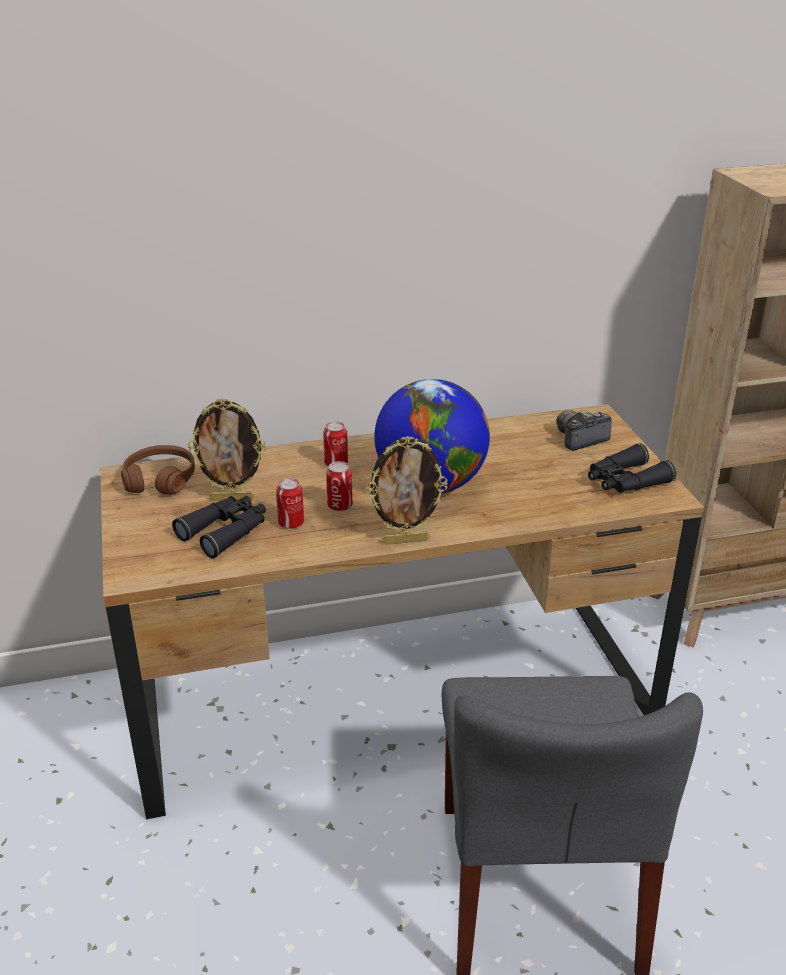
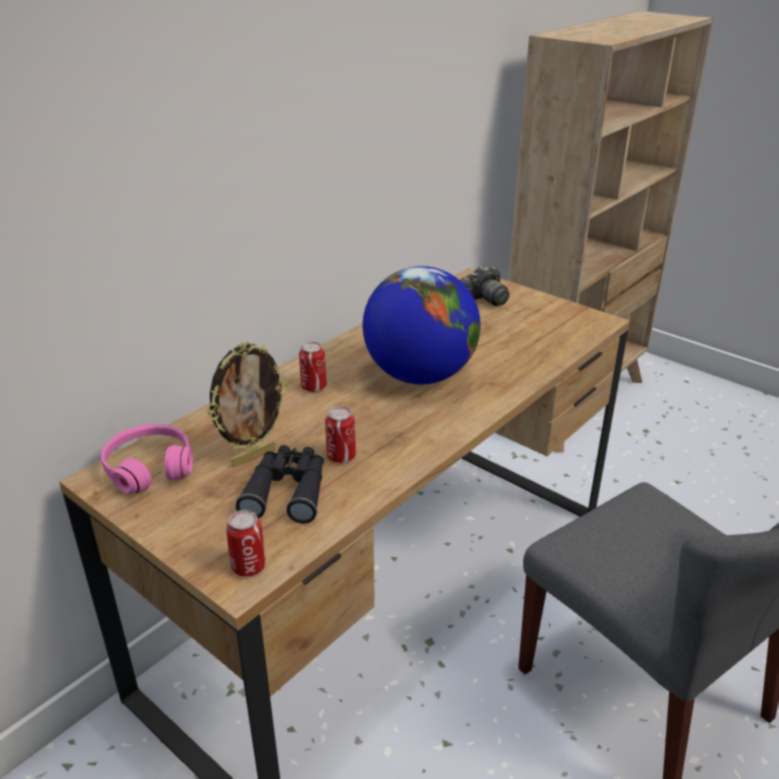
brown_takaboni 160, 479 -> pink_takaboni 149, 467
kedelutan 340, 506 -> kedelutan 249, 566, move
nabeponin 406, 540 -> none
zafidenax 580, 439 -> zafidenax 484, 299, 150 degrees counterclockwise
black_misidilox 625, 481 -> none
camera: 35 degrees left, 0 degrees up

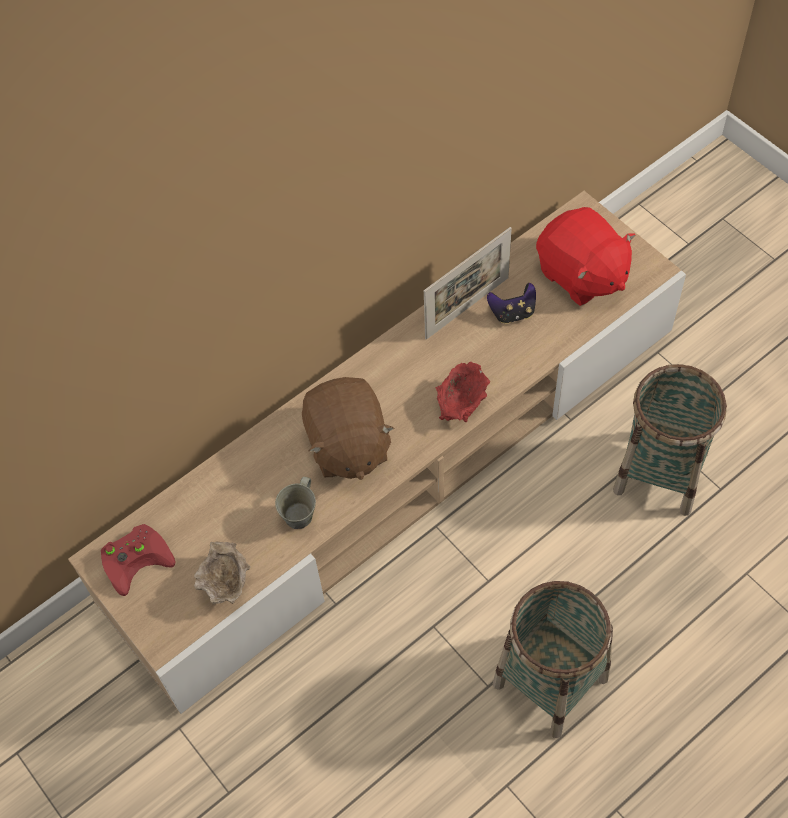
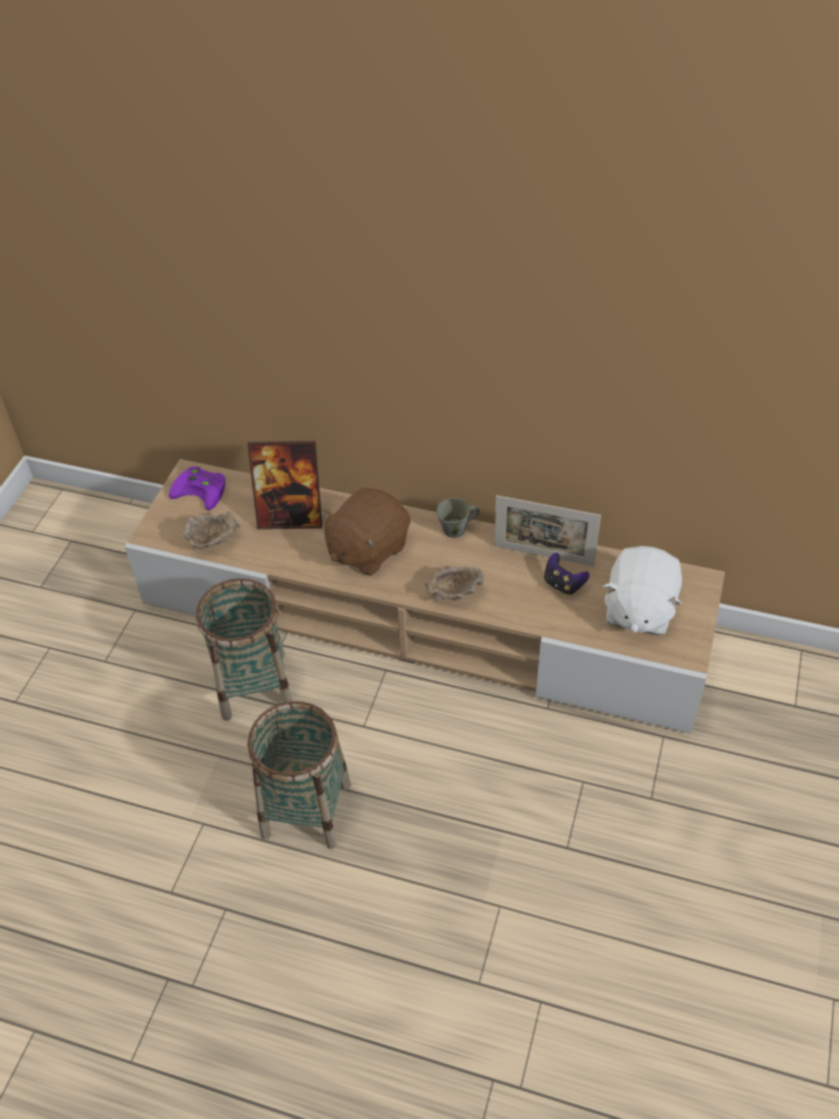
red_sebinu 137, 557 -> purple_sebinu 202, 489
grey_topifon 300, 515 -> grey_topifon 456, 529, move
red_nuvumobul 461, 403 -> beige_nuvumobul 454, 594
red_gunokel 581, 275 -> white_gunokel 638, 609
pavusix 660, 472 -> pavusix 254, 685, move
none -> nabeponin 291, 517
camera: 55 degrees right, 10 degrees down

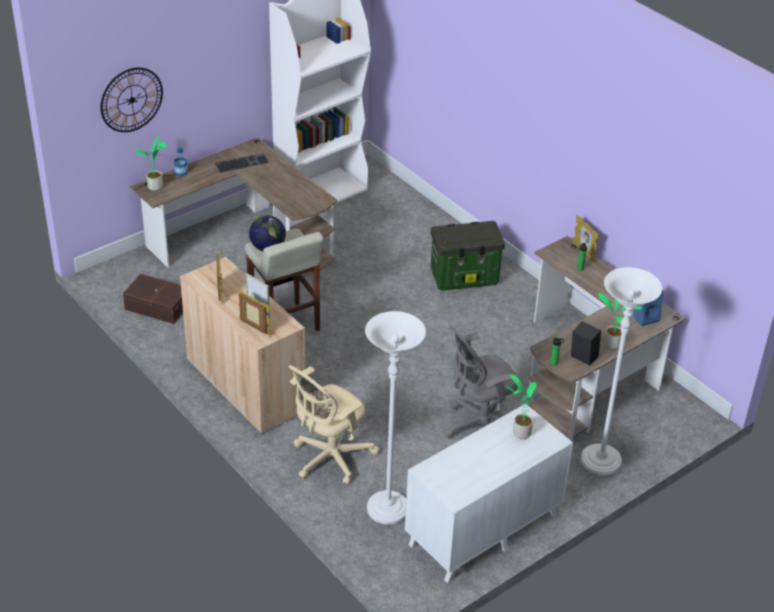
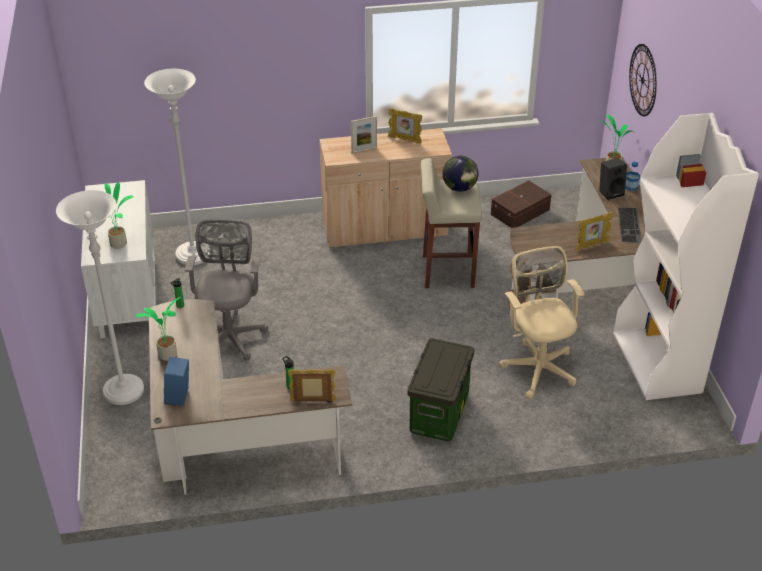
nabeponin 254, 328 -> nabeponin 591, 245, move
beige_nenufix 329, 459 -> beige_nenufix 538, 366, move
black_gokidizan 582, 358 -> black_gokidizan 610, 192, move
camera: 120 degrees right, 0 degrees up

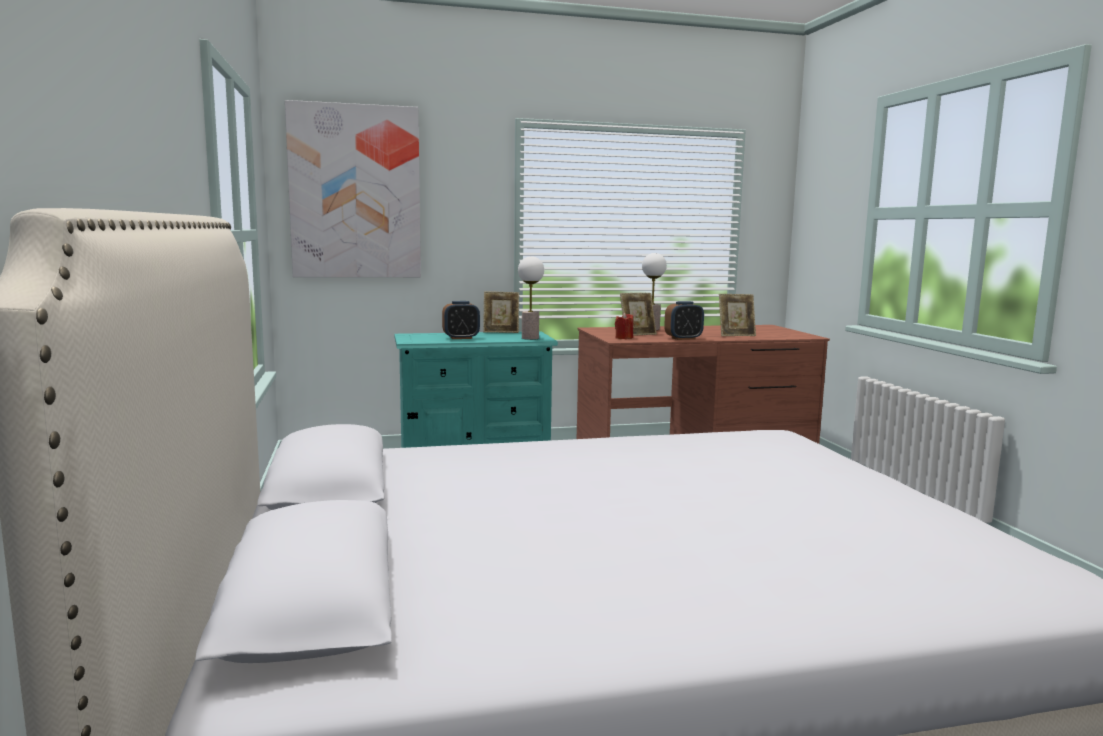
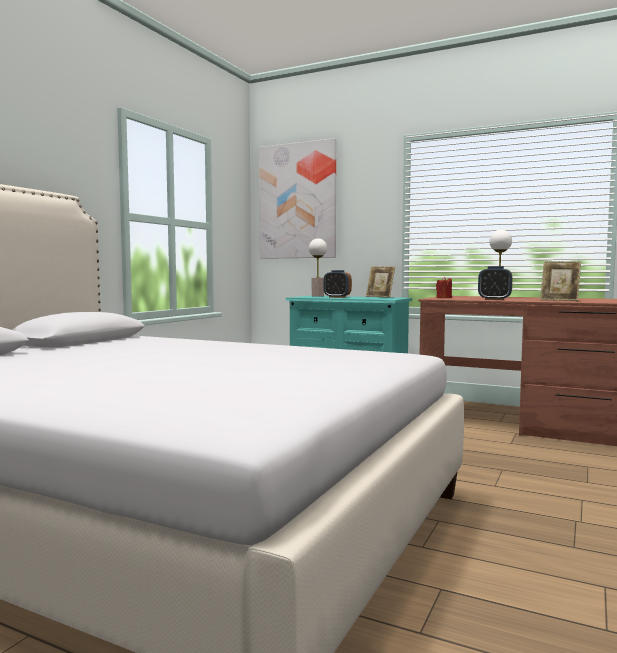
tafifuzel 530, 338 -> tafifuzel 317, 296, move
nabeponin 637, 334 -> none
camera: 40 degrees right, 5 degrees down

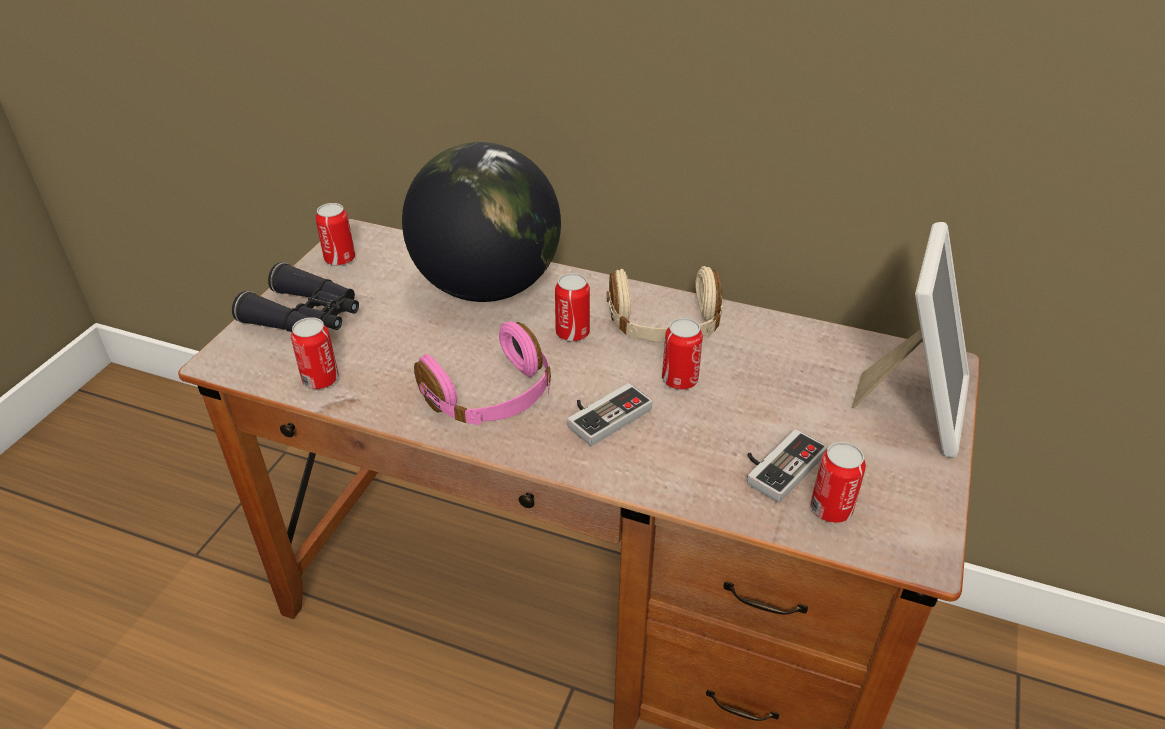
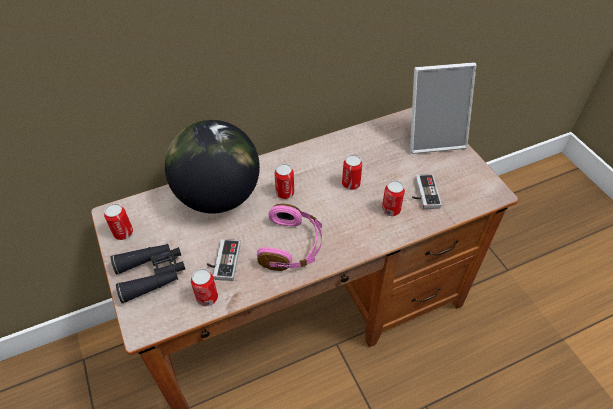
sebinu 604, 414 -> sebinu 223, 261, move
beige_takaboni 665, 326 -> none
kedelutan 831, 509 -> kedelutan 391, 209, move
nabeponin 913, 405 -> nabeponin 433, 137, 105 degrees clockwise
camera: 45 degrees left, 10 degrees up

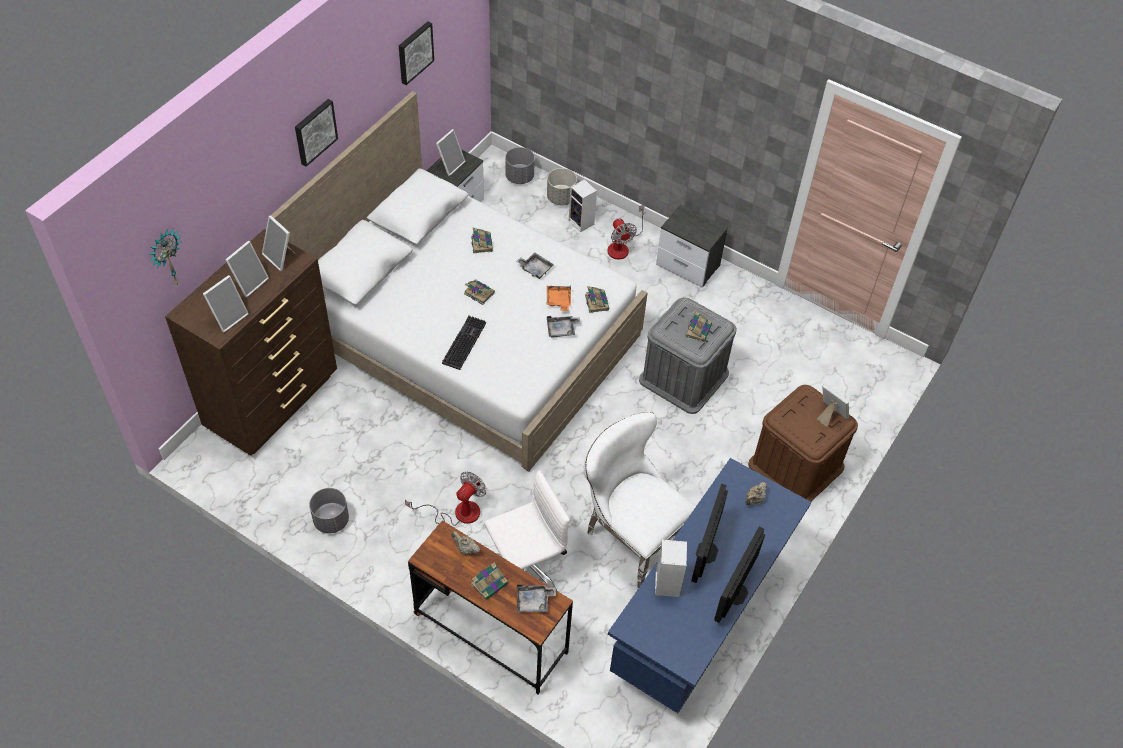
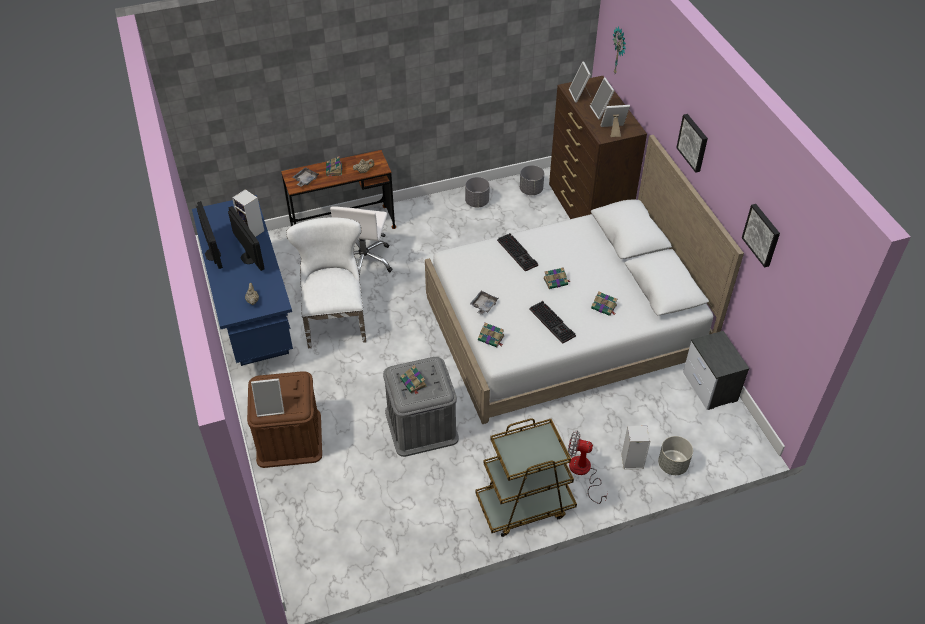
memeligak 457, 512 -> none
nabeponin 450, 165 -> none
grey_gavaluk 520, 177 -> grey_gavaluk 531, 190, move
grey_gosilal 535, 268 -> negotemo 553, 323
orange_gosilal 558, 301 -> none
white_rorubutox 630, 535 -> white_rorubutox 335, 318, 90 degrees counterclockwise
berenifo 688, 266 -> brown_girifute 524, 505
camera: 130 degrees right, 5 degrees down

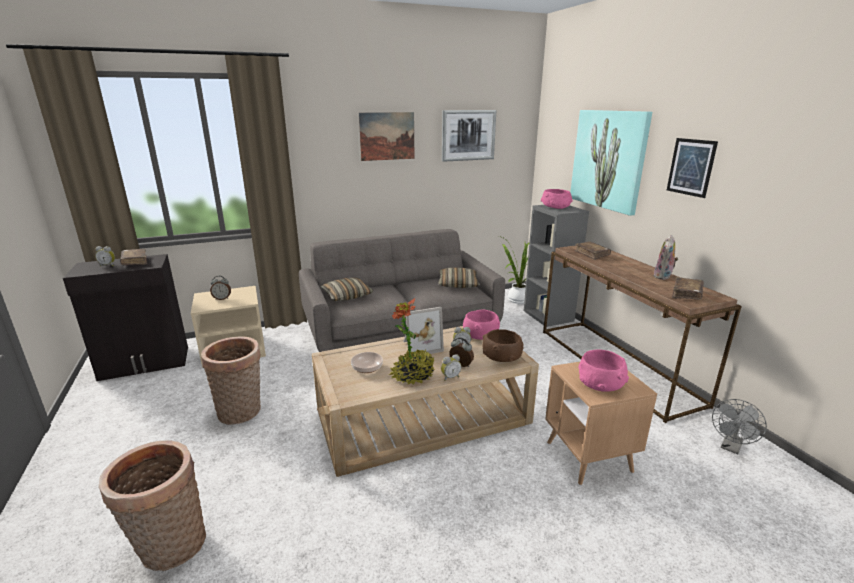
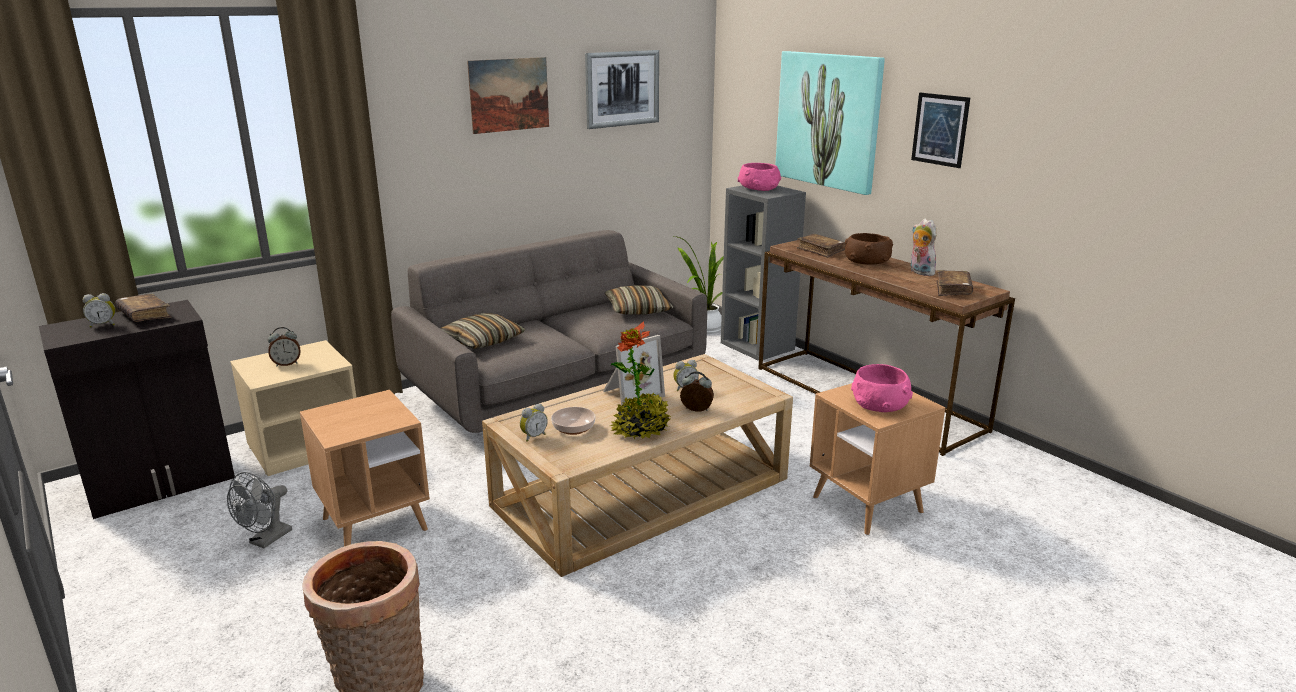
pavusix 242, 412 -> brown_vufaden 375, 524
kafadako 450, 377 -> kafadako 533, 436, move
pink_nuvumobul 481, 335 -> none
brown_nuvumobul 501, 356 -> brown_nuvumobul 866, 262, move
gunokel 663, 277 -> gunokel 919, 272, 135 degrees clockwise
grey_memeligak 731, 447 -> grey_memeligak 266, 540, move
camera: 15 degrees left, 0 degrees up

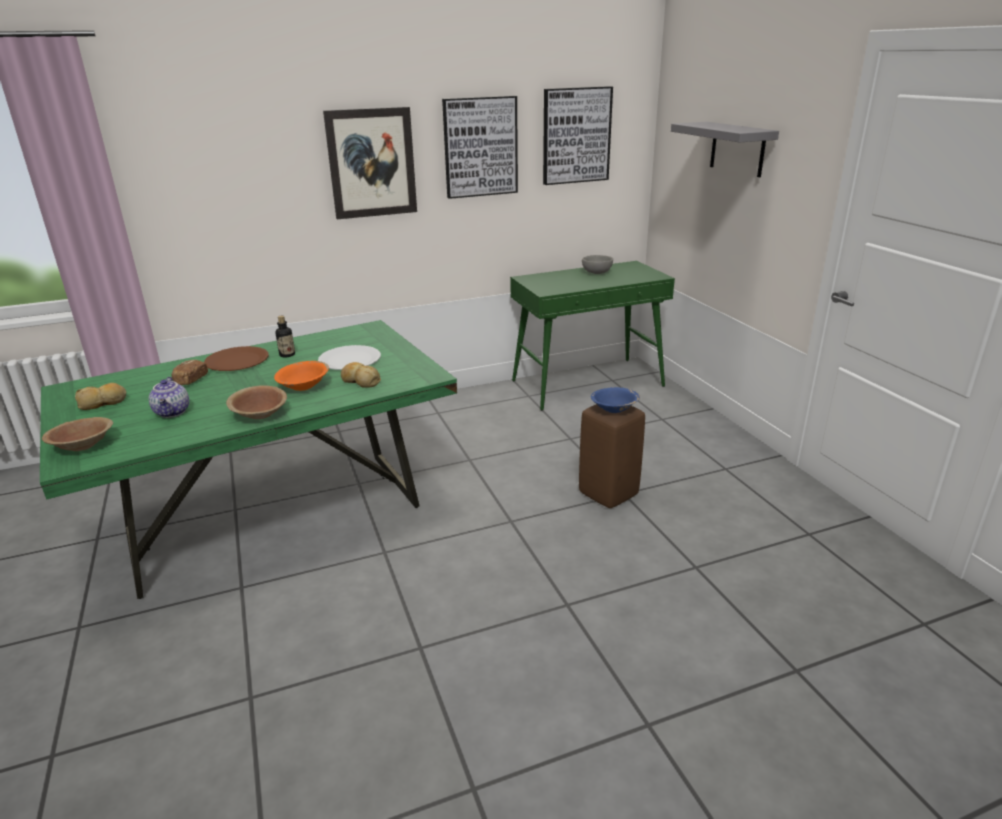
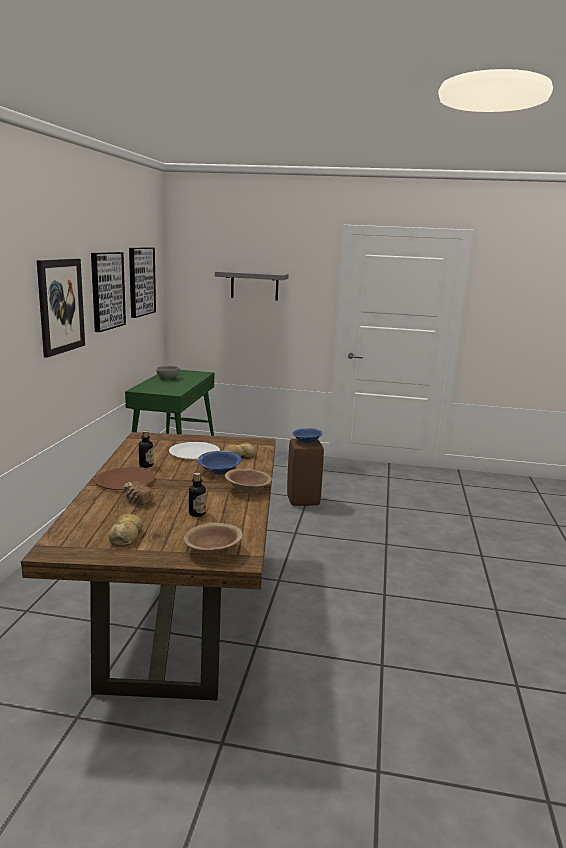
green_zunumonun 274, 520 -> brown_zunumonun 181, 612
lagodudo 173, 412 -> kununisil 197, 514
orange_nuvumobul 303, 386 -> blue_nuvumobul 219, 471
camera: 60 degrees left, 10 degrees down

